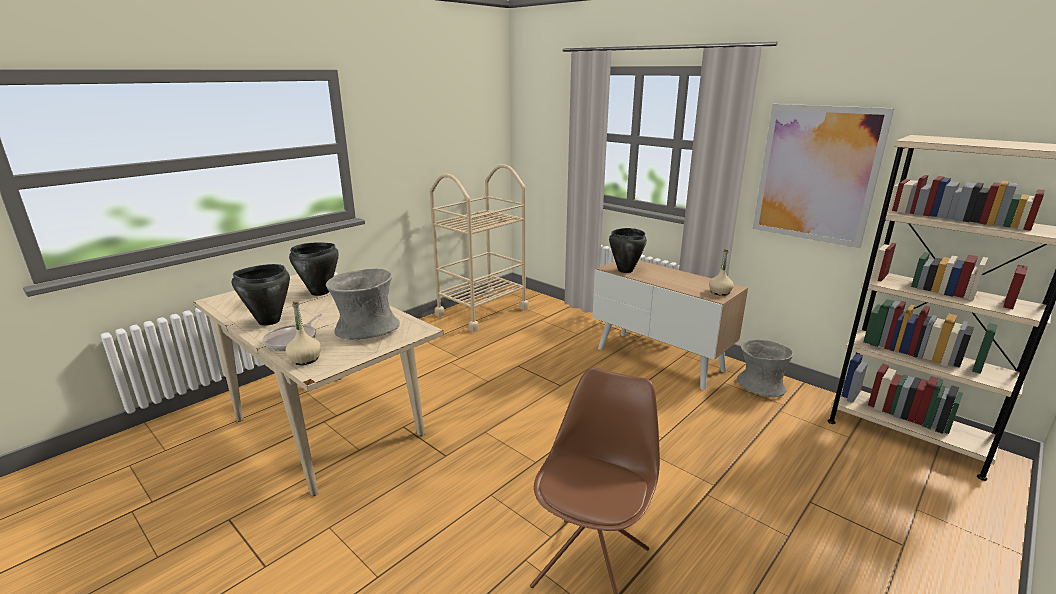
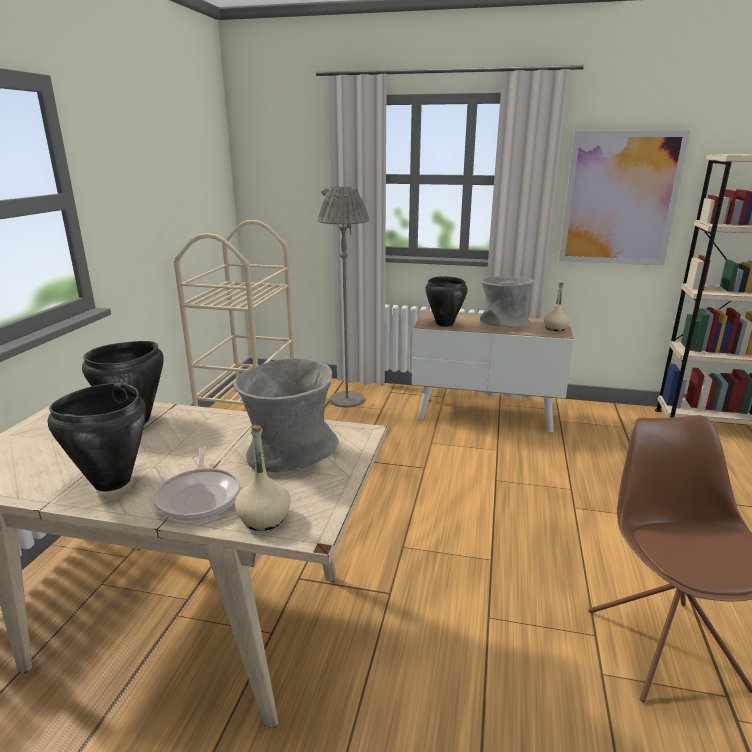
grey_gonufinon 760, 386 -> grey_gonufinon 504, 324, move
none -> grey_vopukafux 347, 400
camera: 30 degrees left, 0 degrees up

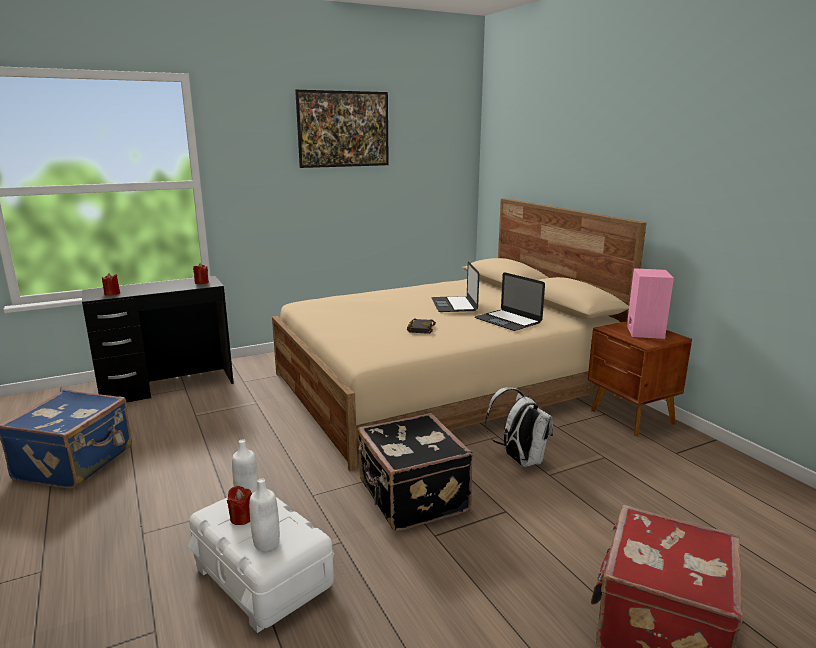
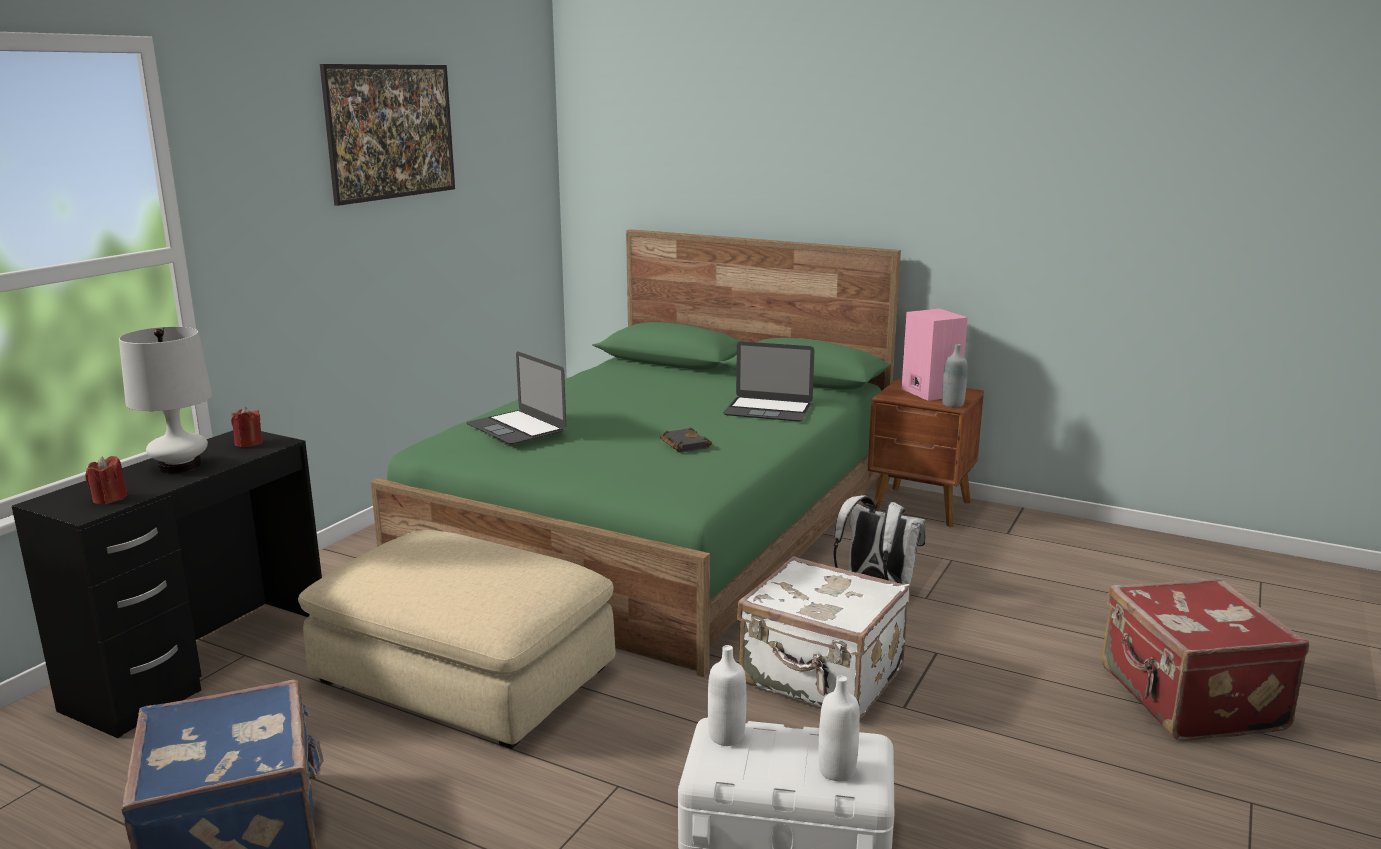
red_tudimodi 242, 518 -> none
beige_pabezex 443, 385 -> green_pabezex 662, 530
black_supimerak 411, 498 -> white_supimerak 821, 678
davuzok 454, 304 -> davuzok 516, 427, move
none -> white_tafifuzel 180, 466
none -> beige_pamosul 465, 674
none -> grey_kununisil 952, 404
camera: 35 degrees left, 0 degrees up

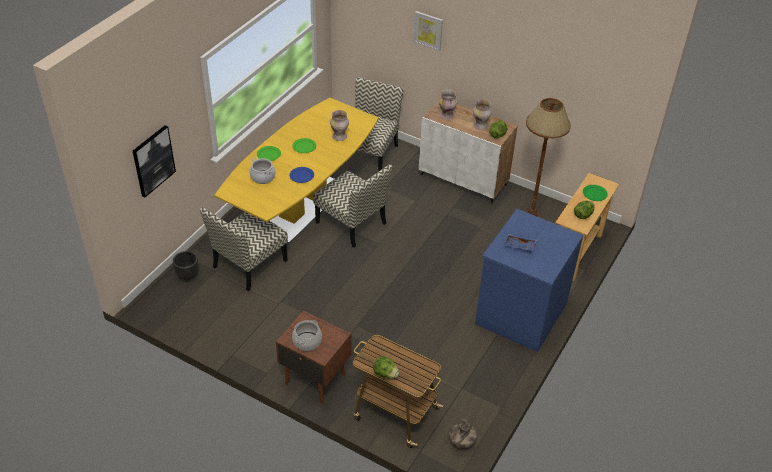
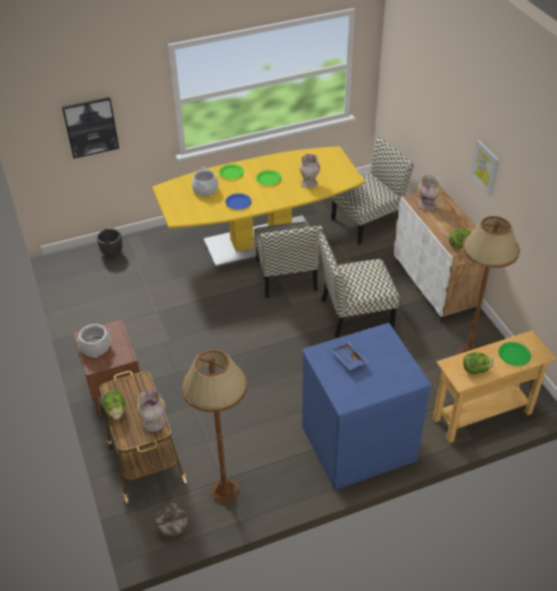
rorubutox 249, 264 -> rorubutox 355, 314, move
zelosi 428, 30 -> zelosi 485, 167, move
gonufinon 480, 126 -> gonufinon 153, 423, move
none -> brown_vopukafux 225, 491
camera: 40 degrees right, 0 degrees up

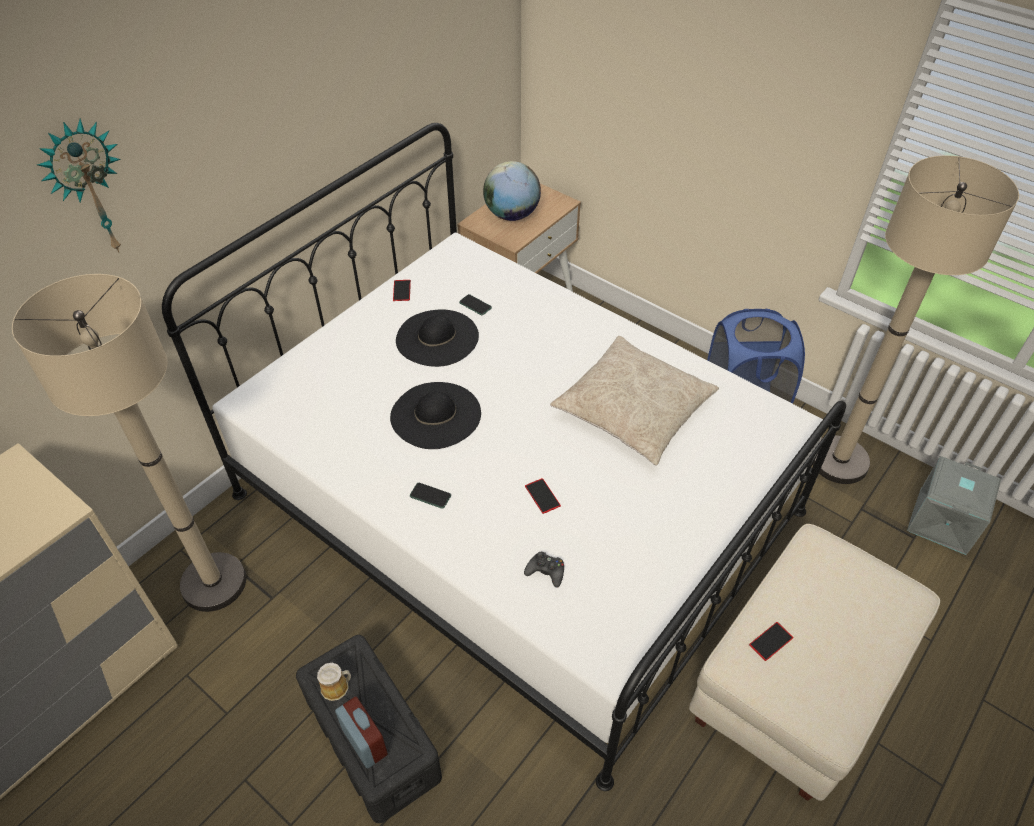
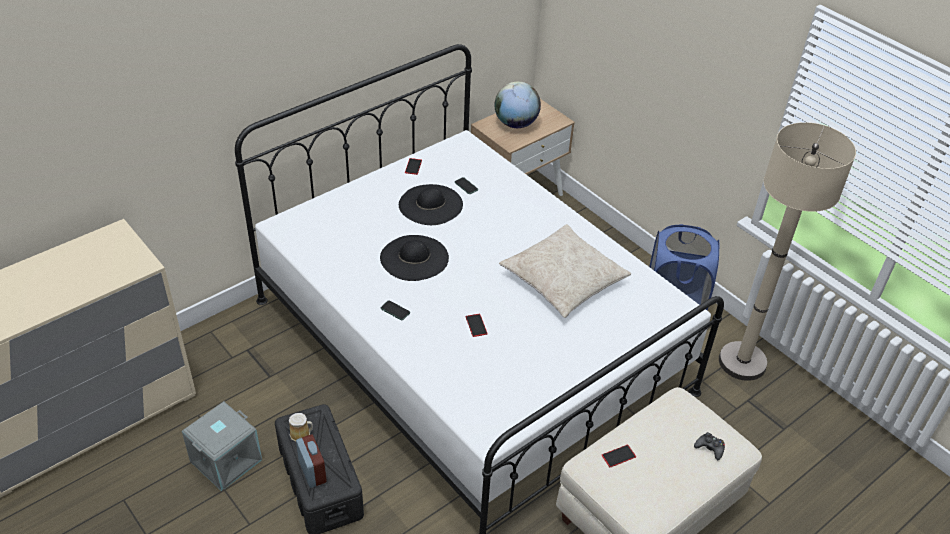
beige_vopukafux 214, 583 -> none
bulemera 89, 189 -> none
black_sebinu 546, 571 -> black_sebinu 710, 448, move
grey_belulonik 941, 521 -> grey_belulonik 225, 459, move
camera: 10 degrees right, 5 degrees down

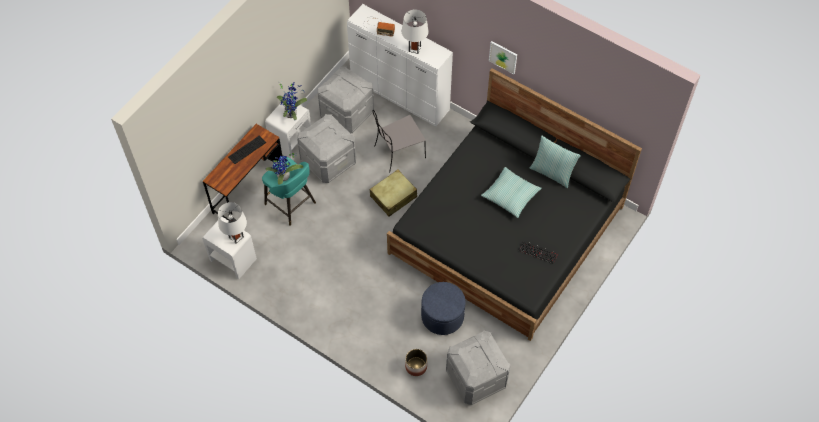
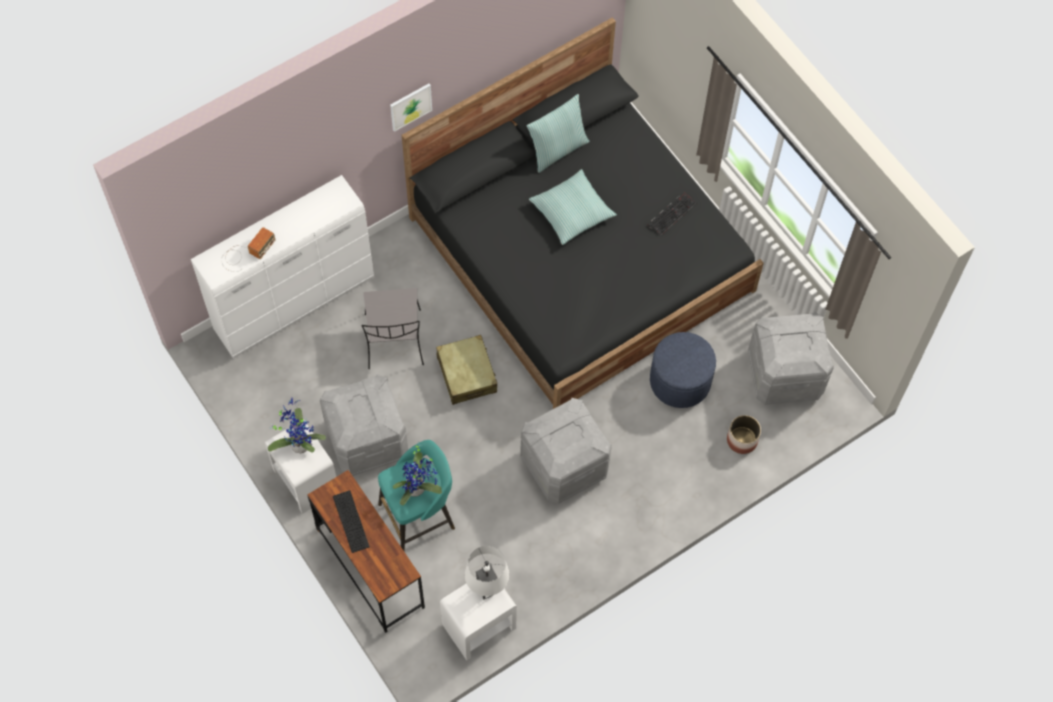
grey_belulonik 346, 113 -> grey_belulonik 564, 465, move
white_tafifuzel 414, 48 -> none
camera: 70 degrees left, 5 degrees up

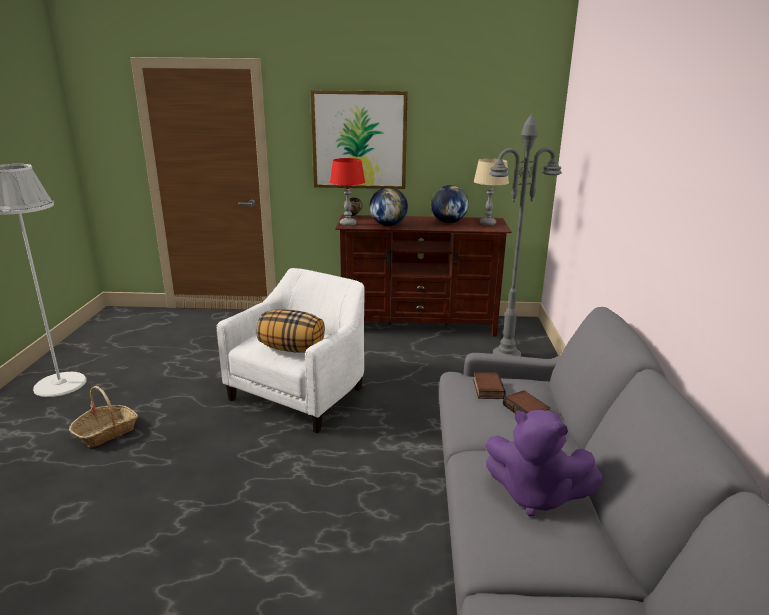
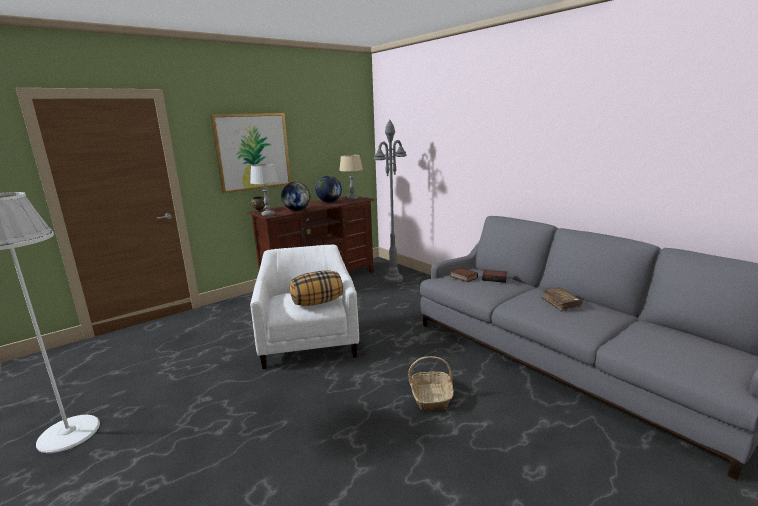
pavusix 106, 432 -> pavusix 431, 396, move
red_tafifuzel 348, 224 -> grey_tafifuzel 268, 215
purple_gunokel 534, 495 -> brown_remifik 560, 303
camera: 40 degrees left, 5 degrees down

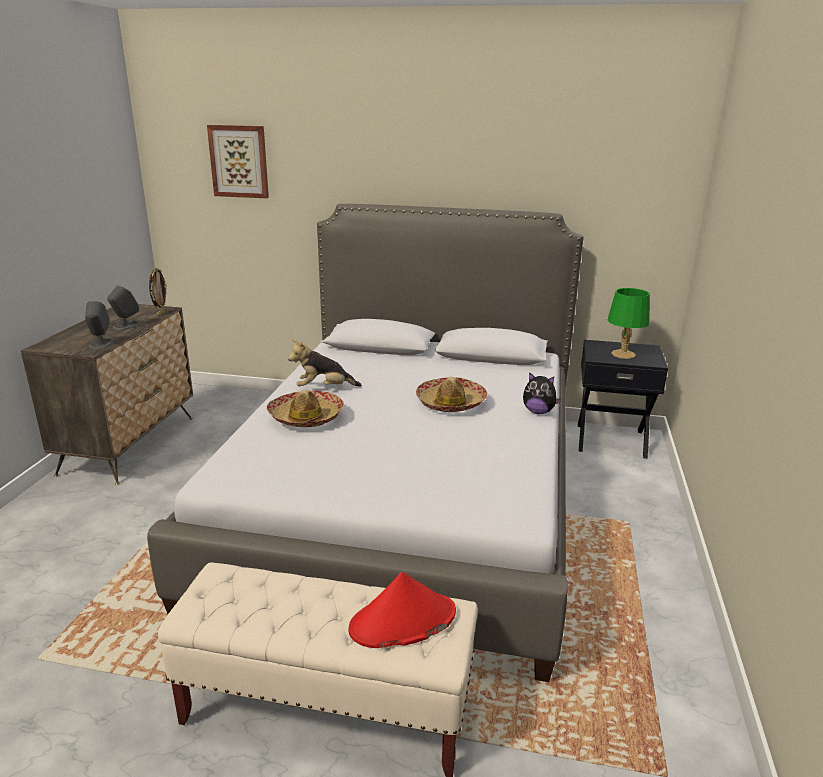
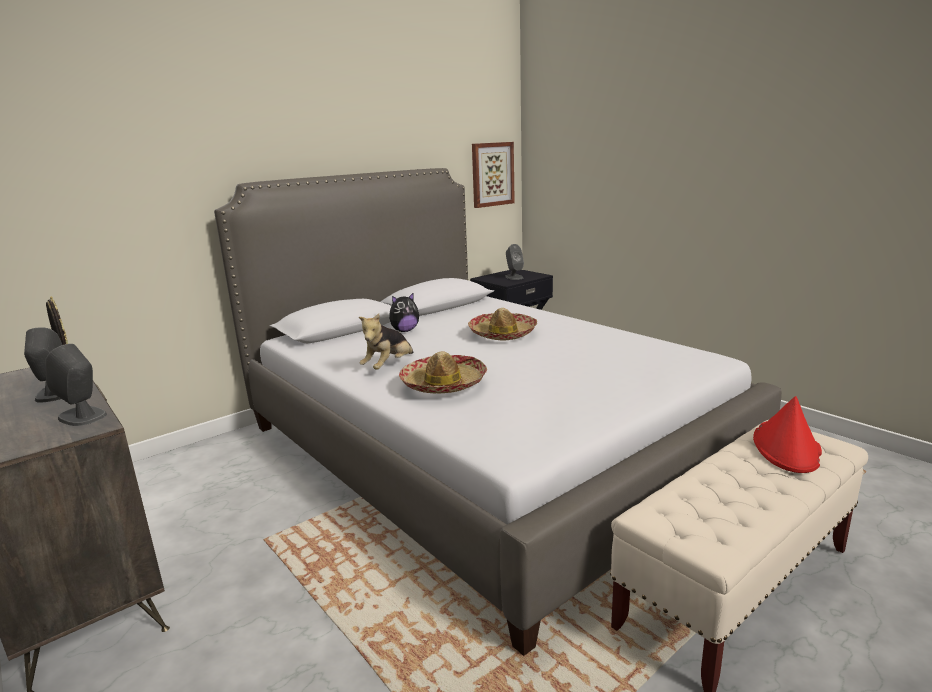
zelosi 239, 161 -> zelosi 492, 174, move
gunokel 538, 412 -> gunokel 404, 330, move
green_tafifuzel 623, 354 -> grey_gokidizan 514, 277
camera: 50 degrees left, 5 degrees down

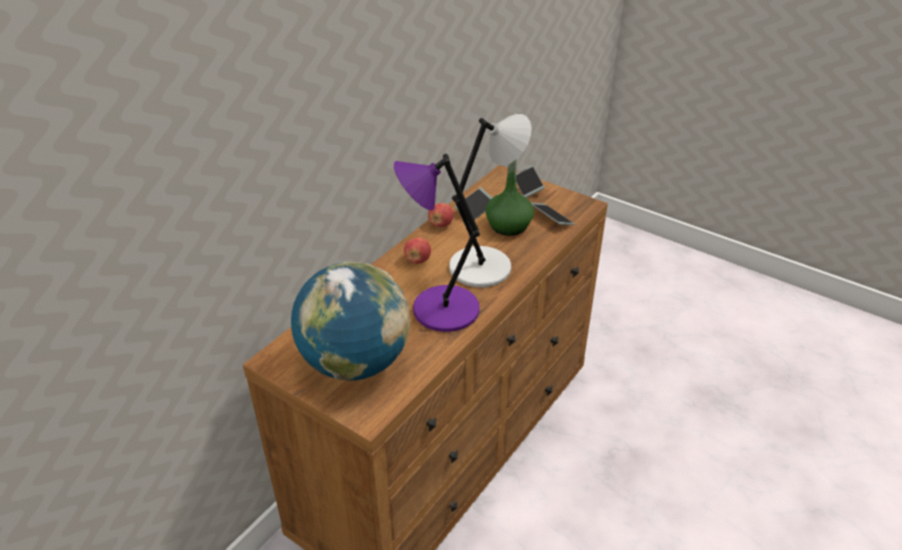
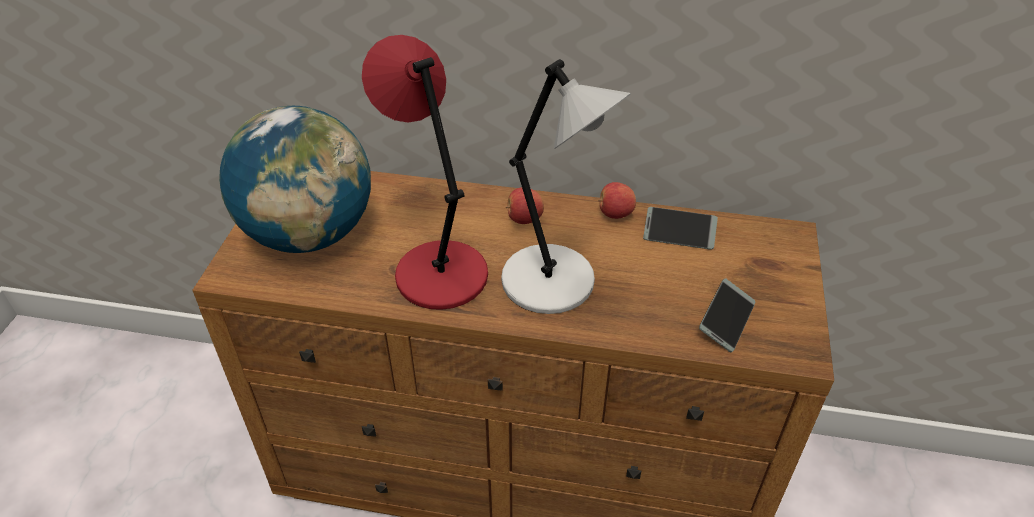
purple_tafifuzel 441, 310 -> red_tafifuzel 438, 272
green_kununisil 509, 225 -> none
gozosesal 528, 186 -> none
camera: 65 degrees right, 5 degrees up

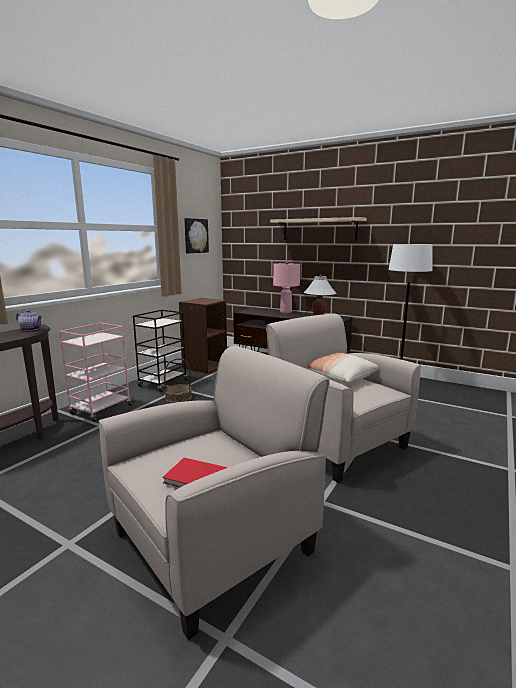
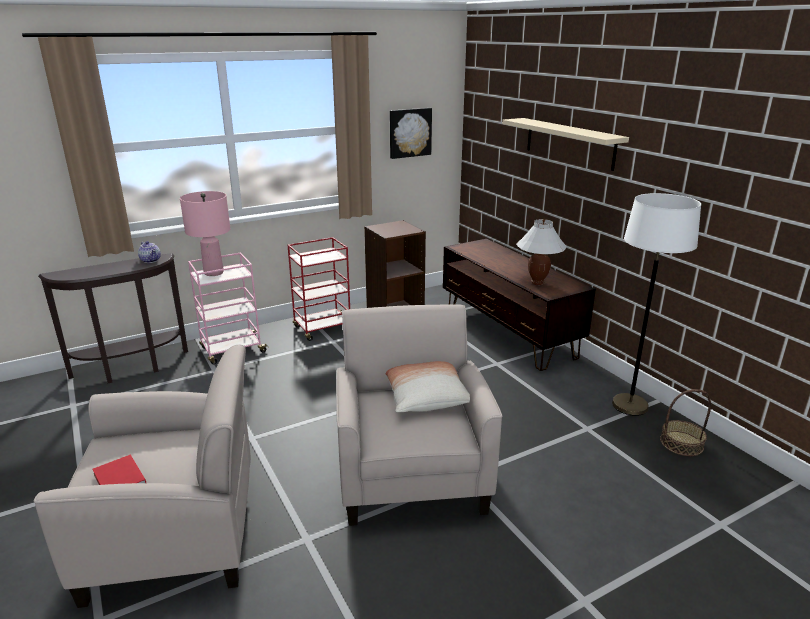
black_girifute 163, 383 -> red_girifute 323, 329
pavusix 178, 397 -> pavusix 681, 443, move
pink_tafifuzel 286, 312 -> pink_tafifuzel 214, 273, move
camera: 30 degrees right, 10 degrees up

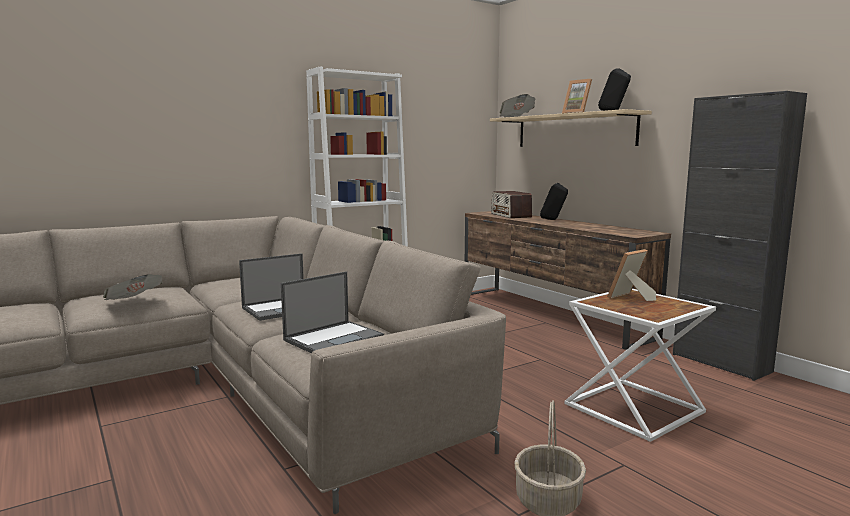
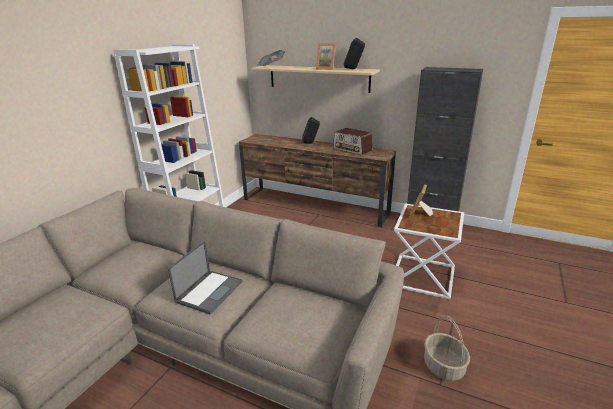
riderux 134, 303 -> none
davuzok 334, 338 -> none
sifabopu 511, 215 -> sifabopu 352, 149, move
camera: 30 degrees left, 15 degrees up

